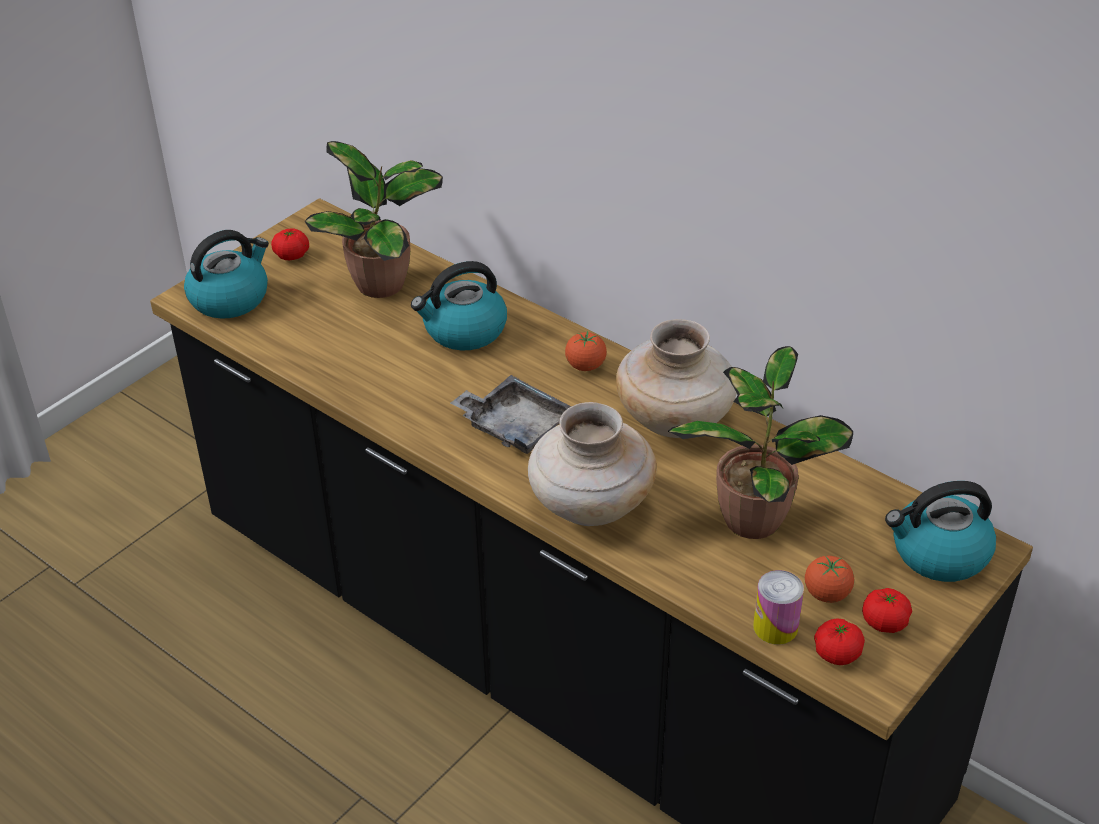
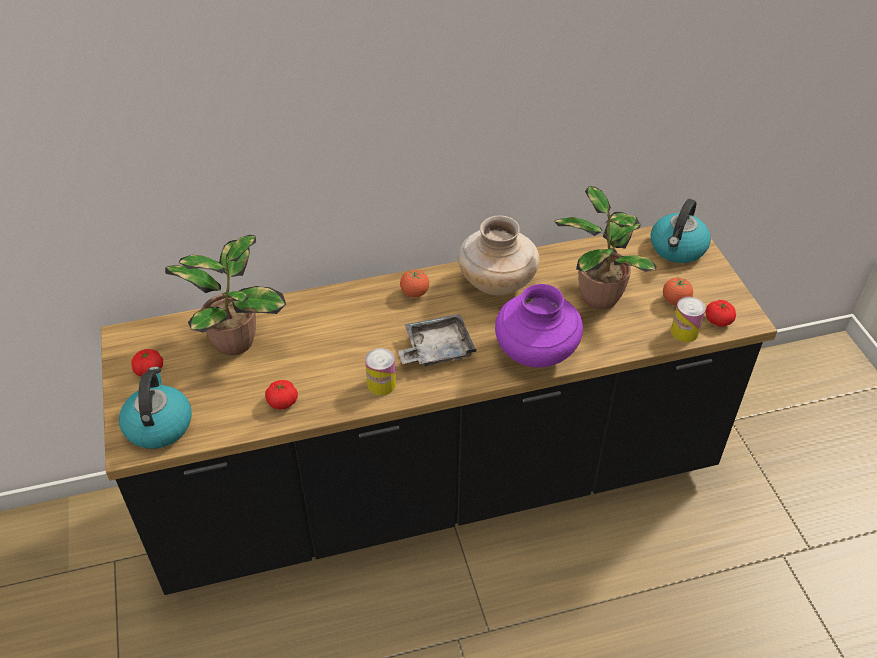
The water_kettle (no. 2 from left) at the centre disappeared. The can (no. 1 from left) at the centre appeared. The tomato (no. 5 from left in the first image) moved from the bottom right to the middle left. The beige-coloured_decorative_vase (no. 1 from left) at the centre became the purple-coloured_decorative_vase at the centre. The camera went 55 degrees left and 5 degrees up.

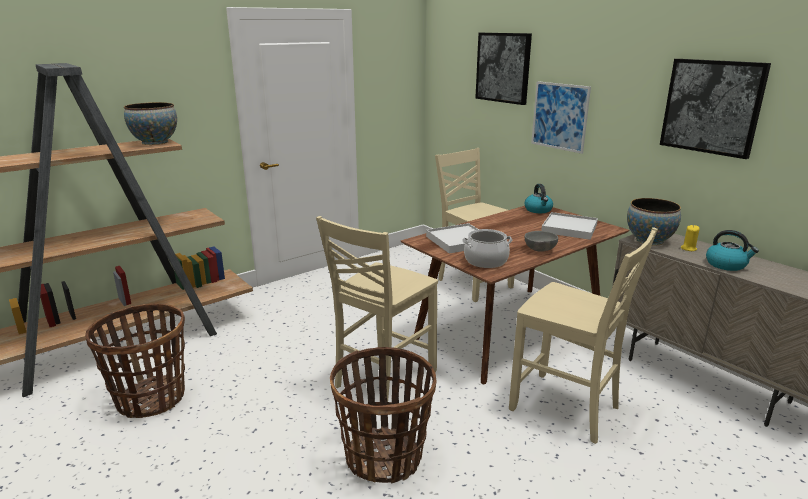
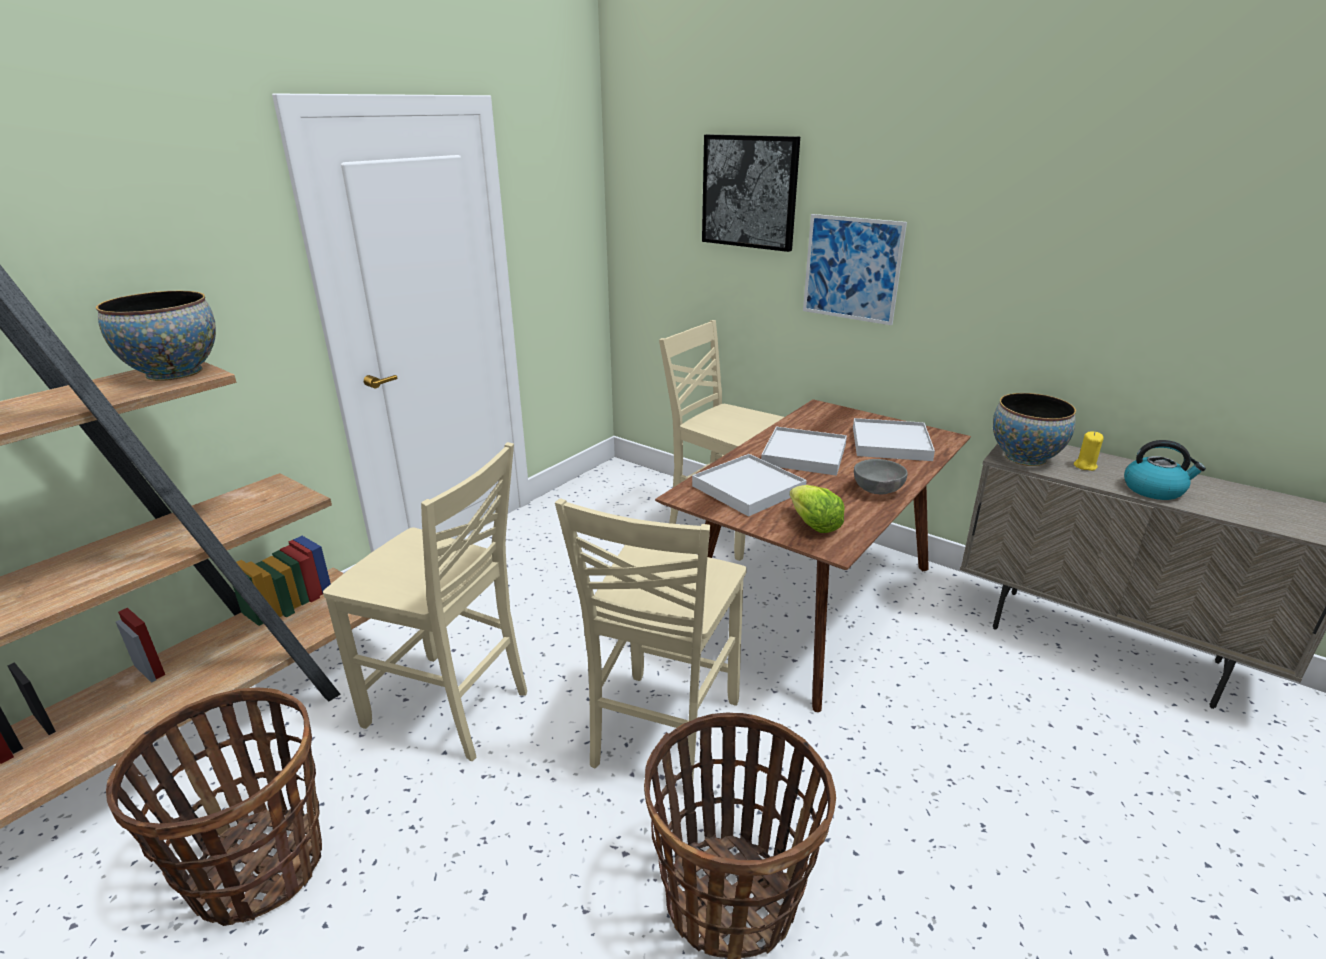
The water_kettle (no. 1 from left) at the centre disappeared. The picture (no. 3 from left) at the top right disappeared. The white-coloured_tray (no. 2 from left) at the centre appeared. The beige-coloured_plain_chair (no. 3 from left in the first image) moved from the bottom right to the middle left. The saucepot at the centre was replaced by the lettuce_head at the centre. The camera went 15 degrees left and 5 degrees up.

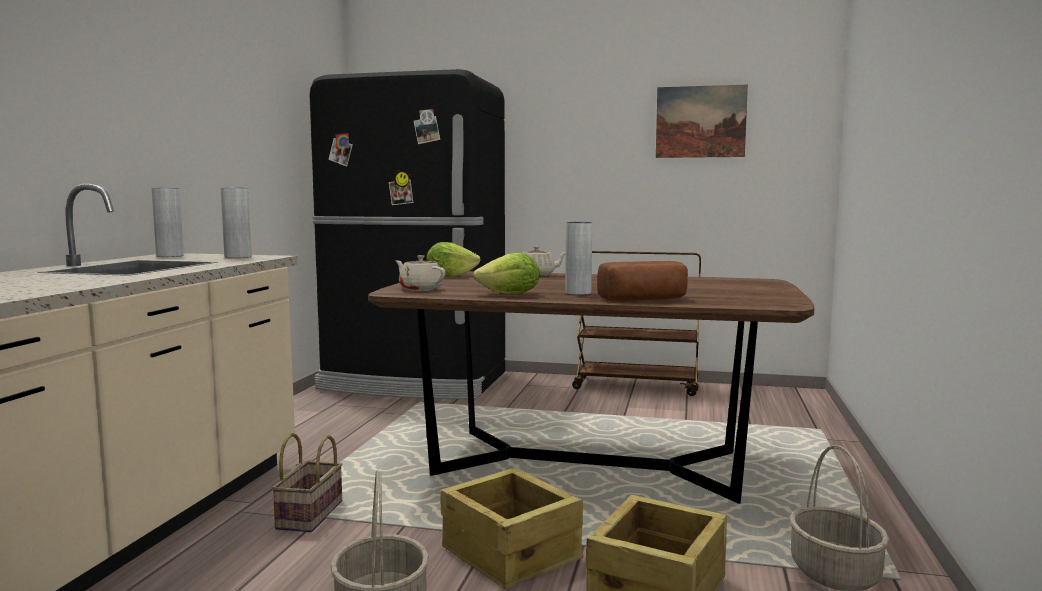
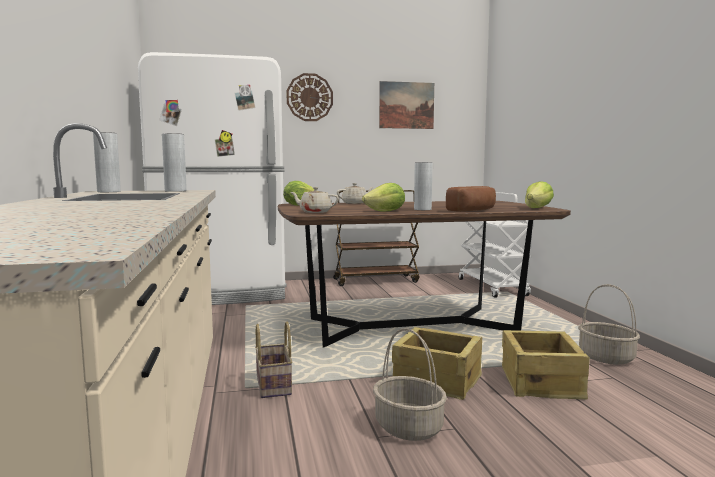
The clock_on_the_wall at the top centre appeared. The white-coloured_trolley at the middle right appeared. The lettuce_head (no. 3 from left) at the middle right appeared. The black-coloured_refrigerator at the centre became the white-coloured_refrigerator at the middle left. The camera went 25 degrees left and 0 degrees up.

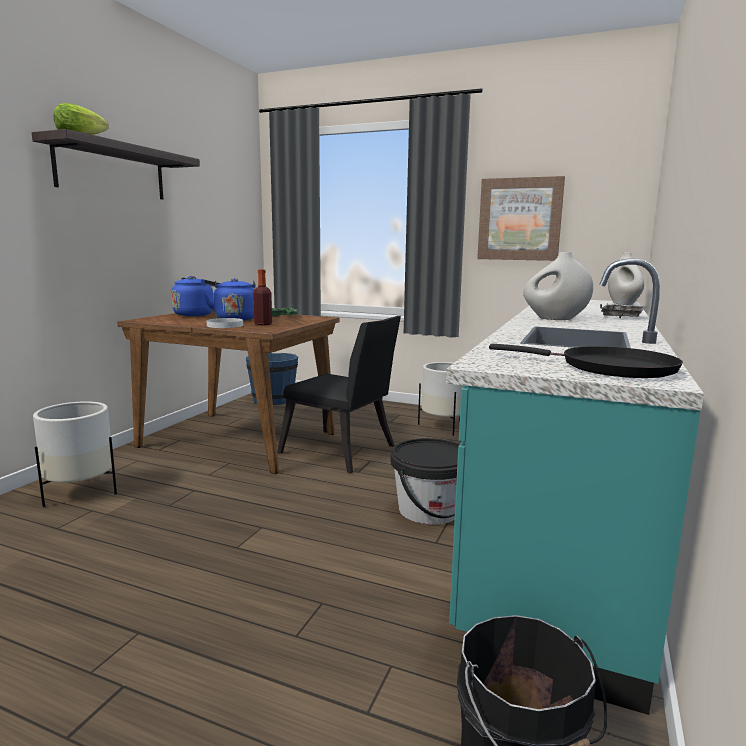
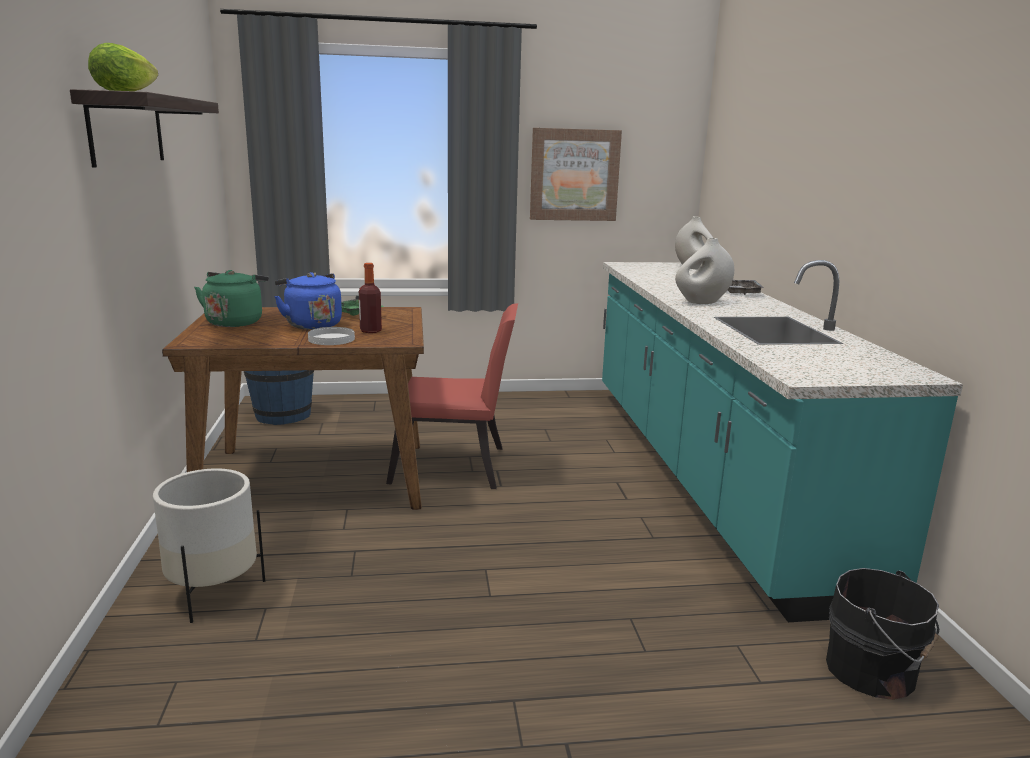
The black-coloured_water_bucket (no. 1 from left) at the centre disappeared. The white-coloured_flower_pot (no. 2 from left) at the centre disappeared. The black-coloured_skillet at the middle right disappeared. The bluish_water_kettle (no. 1 from left) at the middle left became the green-coloured_water_kettle at the middle left. The black-coloured_plain_chair at the centre became the reddish_plain_chair at the centre. The camera went 30 degrees left and 5 degrees up.

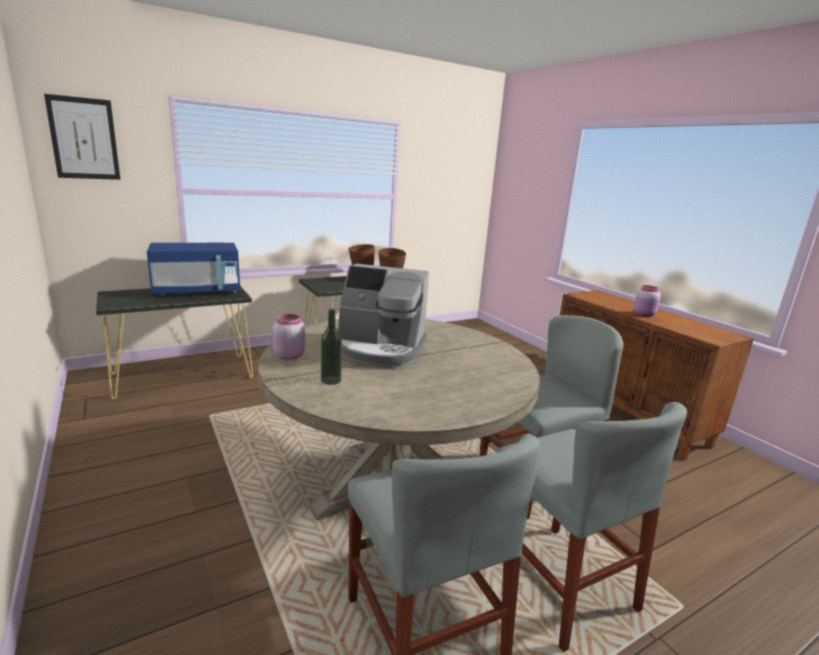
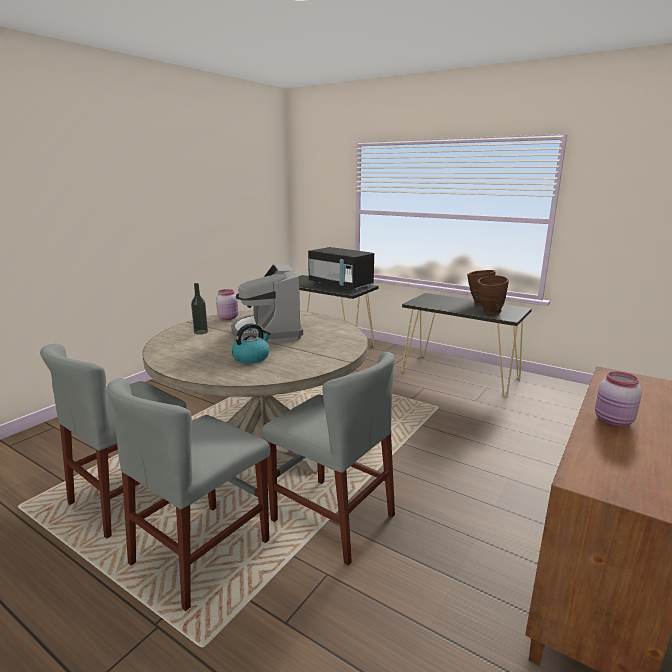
The picture at the top left disappeared. The water_kettle at the centre appeared. The bluish_kitchen_microwave at the middle left became the black-coloured_kitchen_microwave at the centre. The camera went 65 degrees right and 0 degrees up.

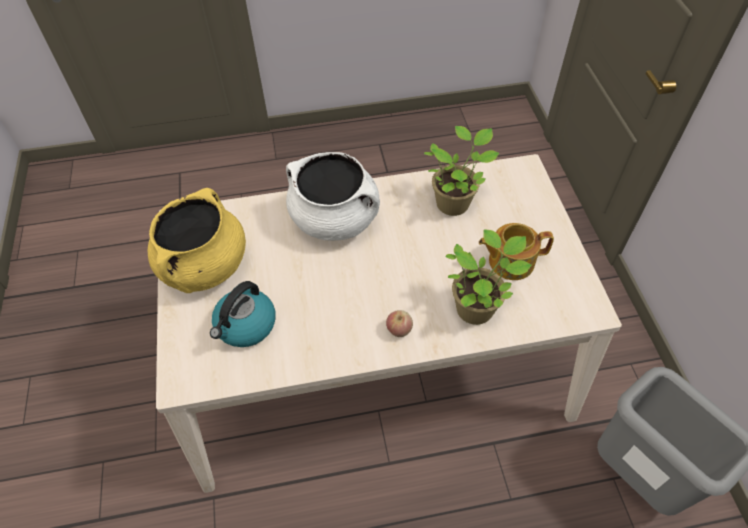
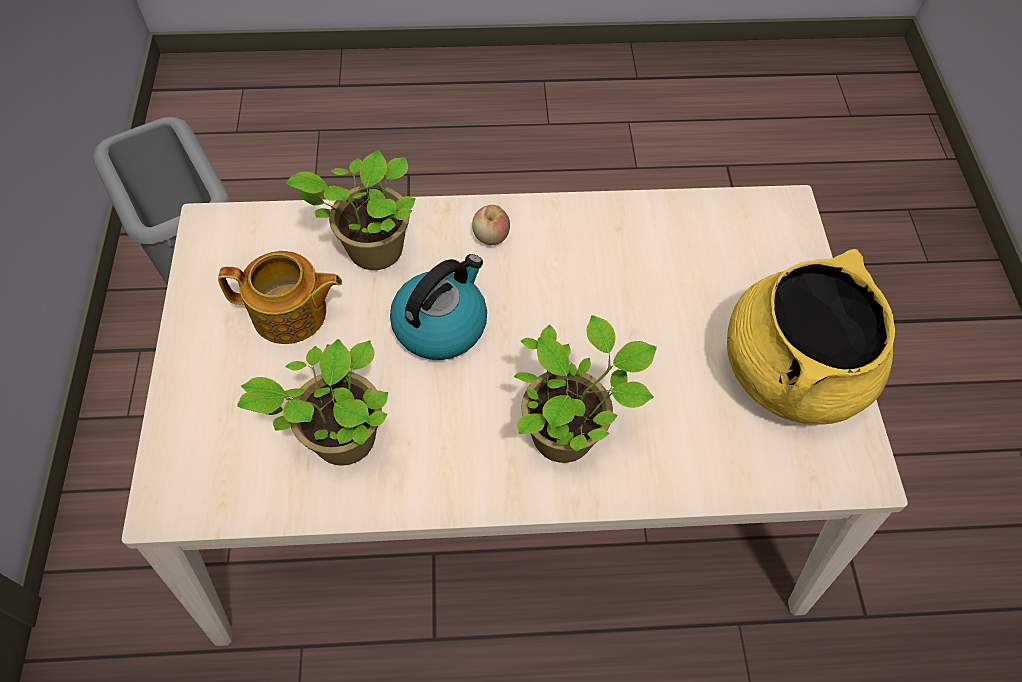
The water_kettle moved from the middle left to the centre. The white-coloured_saucepot at the centre was replaced by the houseplant (no. 3 from left) at the centre. The camera went 175 degrees left and 5 degrees up.

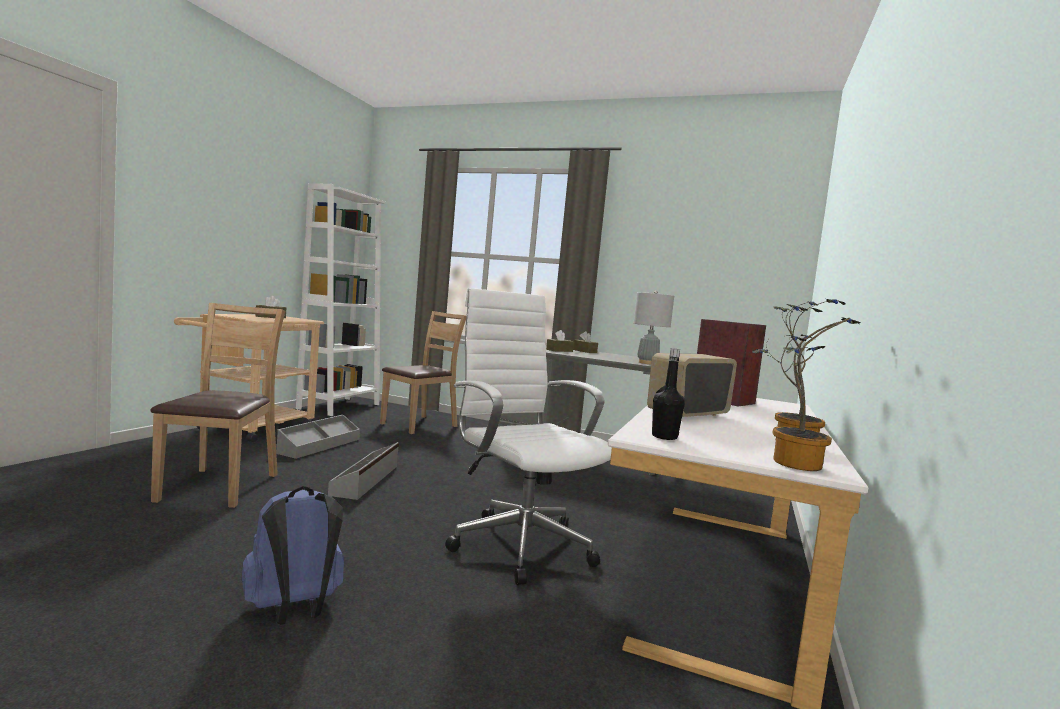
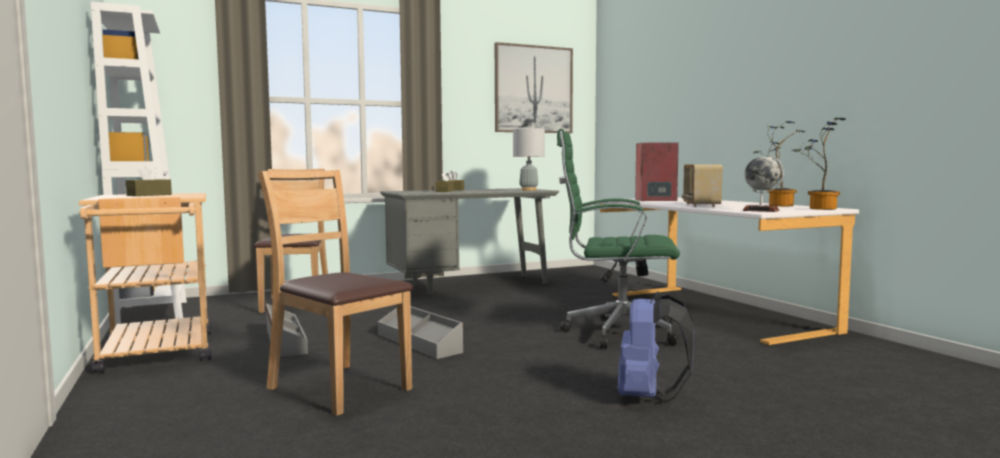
The picture at the top centre appeared. The black-coloured_beverage_bottle at the centre was replaced by the globe at the middle right. The white-coloured_desk_chair at the centre became the green-coloured_desk_chair at the centre. The camera went 45 degrees left and 0 degrees up.

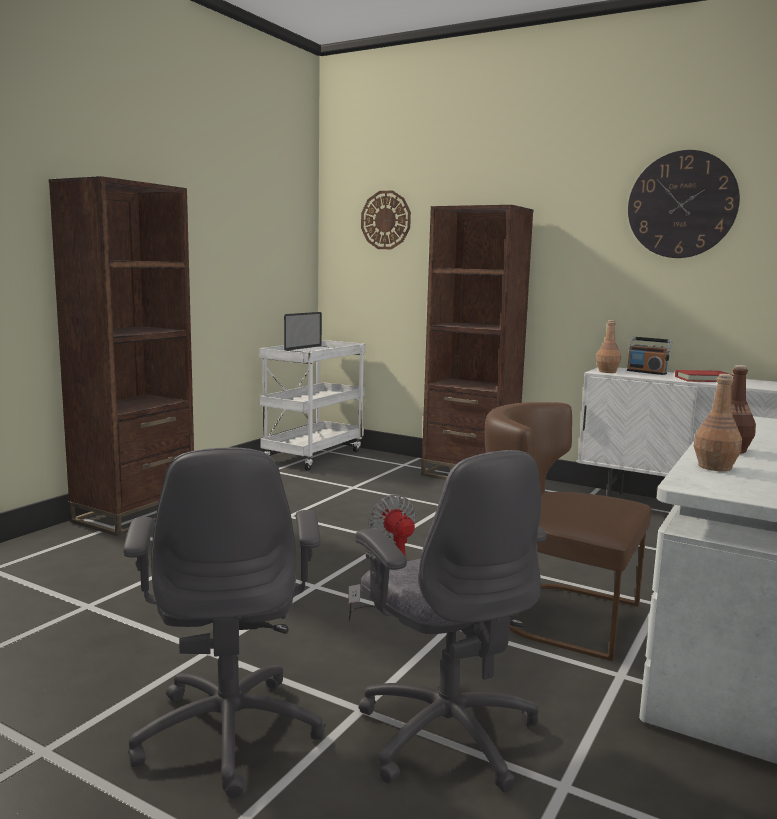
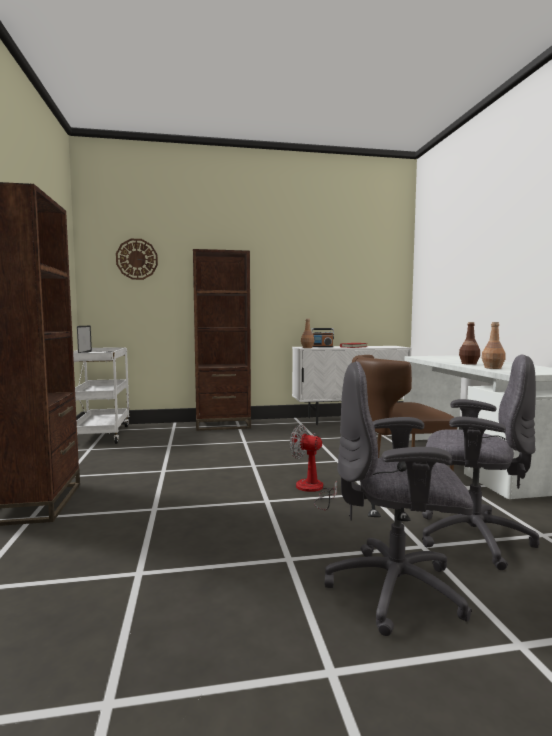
The clock_on_the_wall (no. 2 from left) at the top right disappeared. The greyish_desk_chair (no. 1 from left) at the bottom left turned 150 degrees clockwise. The camera went 40 degrees left and 5 degrees down.

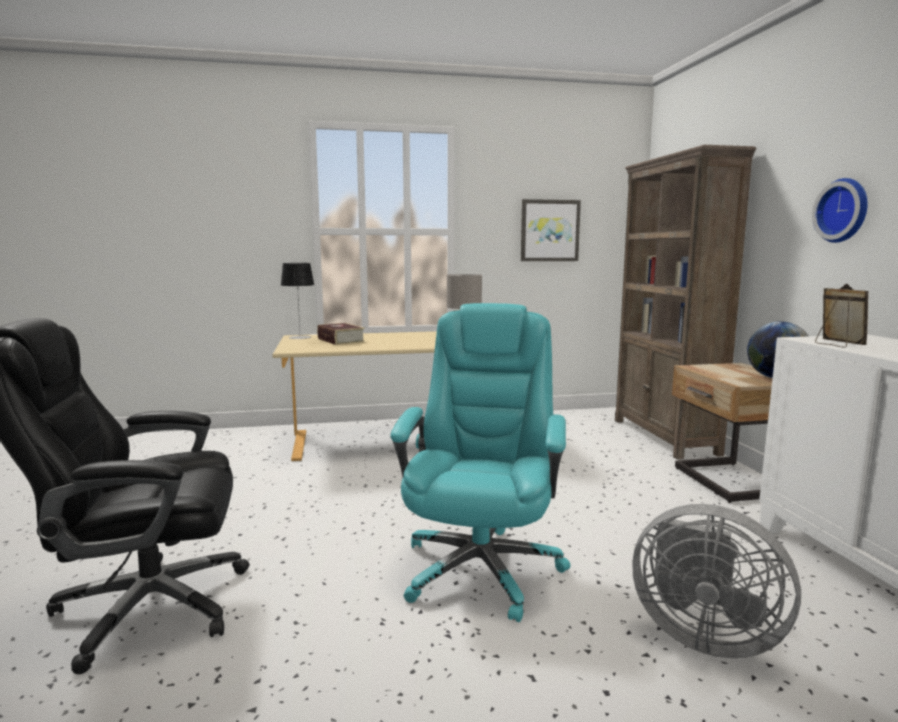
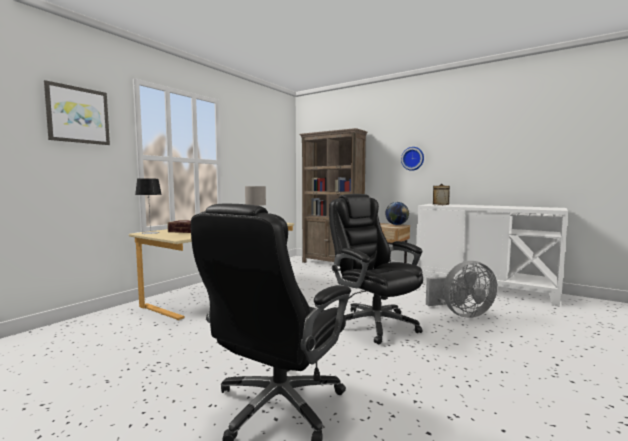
The picture moved from the top centre to the top left. The turquoise_desk_chair at the centre became the black-coloured_desk_chair (no. 2 from left) at the centre. The camera went 45 degrees left and 5 degrees down.

